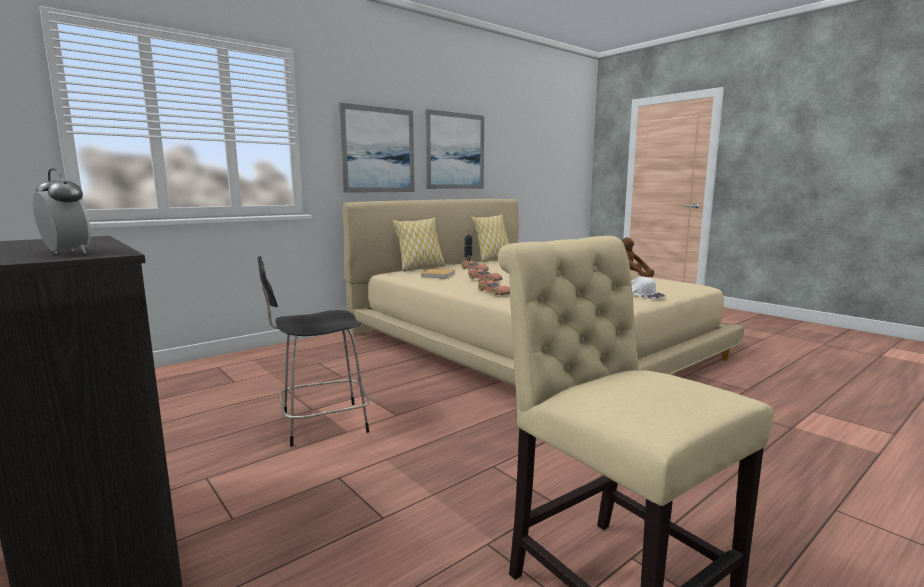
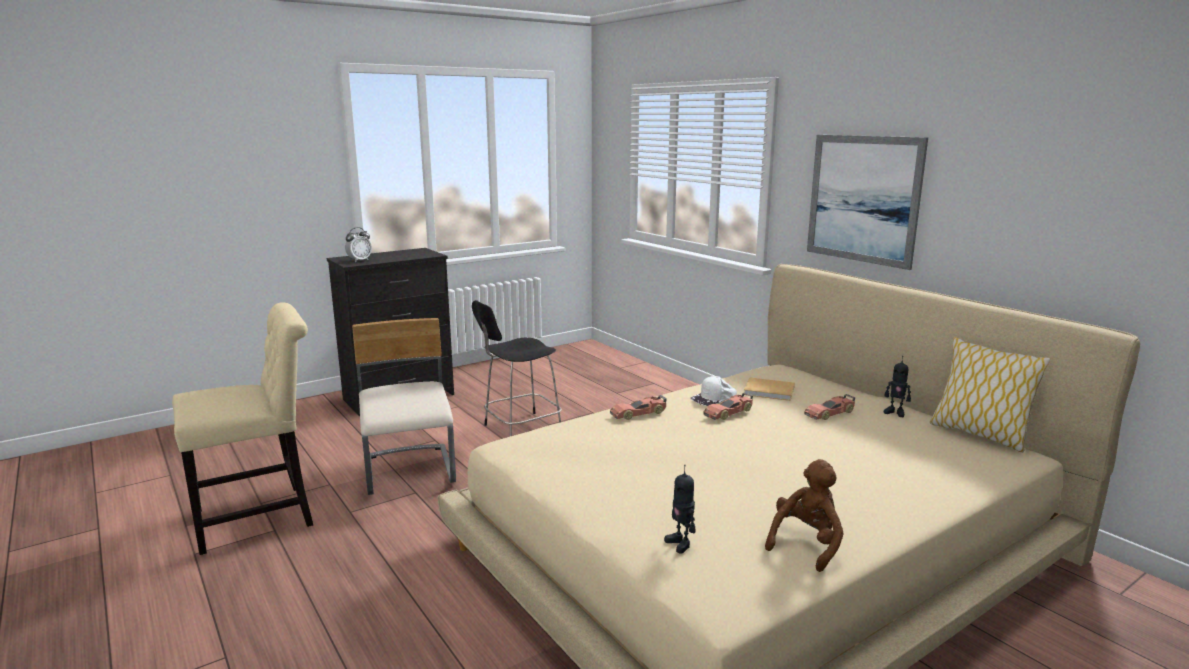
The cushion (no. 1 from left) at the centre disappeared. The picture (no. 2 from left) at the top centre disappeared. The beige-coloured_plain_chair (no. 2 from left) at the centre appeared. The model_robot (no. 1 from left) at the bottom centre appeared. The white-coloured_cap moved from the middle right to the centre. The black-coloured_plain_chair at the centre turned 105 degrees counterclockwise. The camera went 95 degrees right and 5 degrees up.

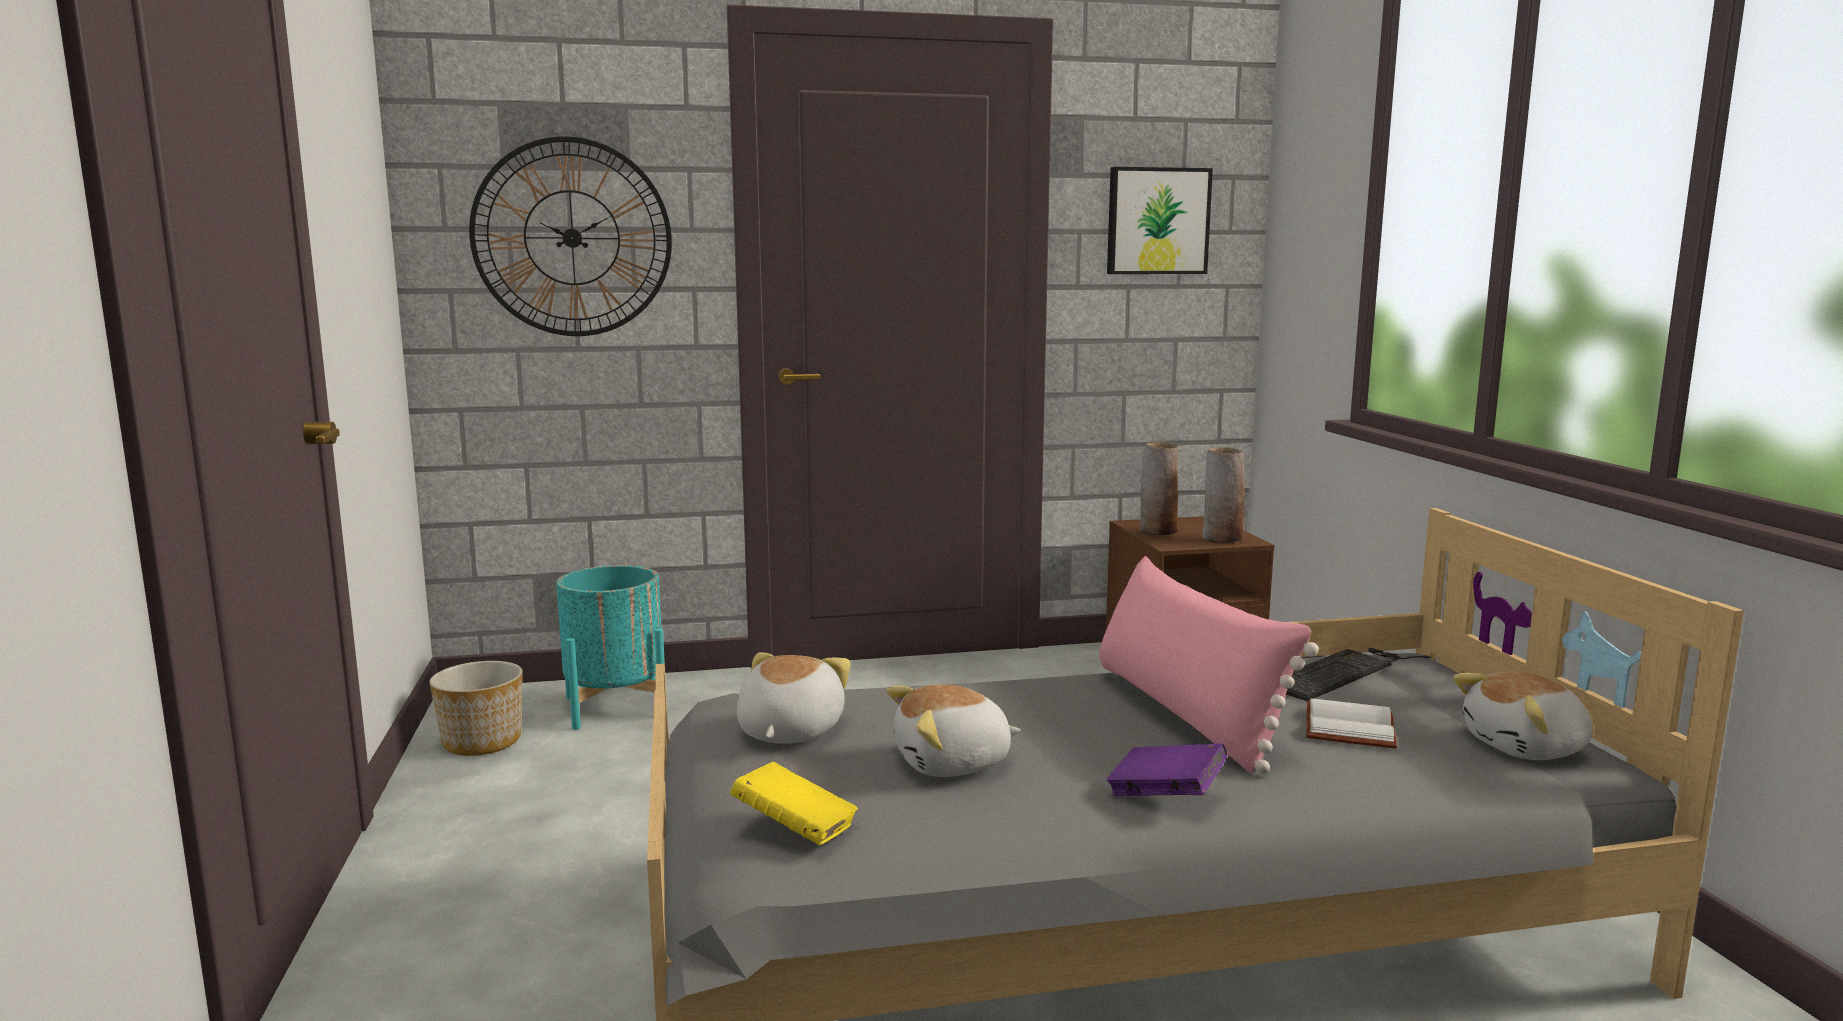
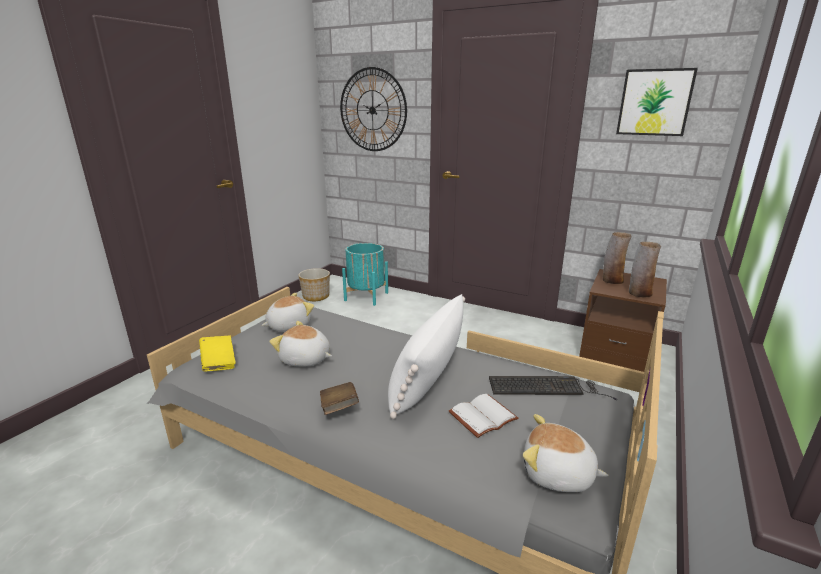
The pinkish_cushion at the centre became the white-coloured_cushion at the centre. The purple-coloured_volume at the bottom centre became the brownish_volume at the bottom centre. The camera went 40 degrees right and 10 degrees up.

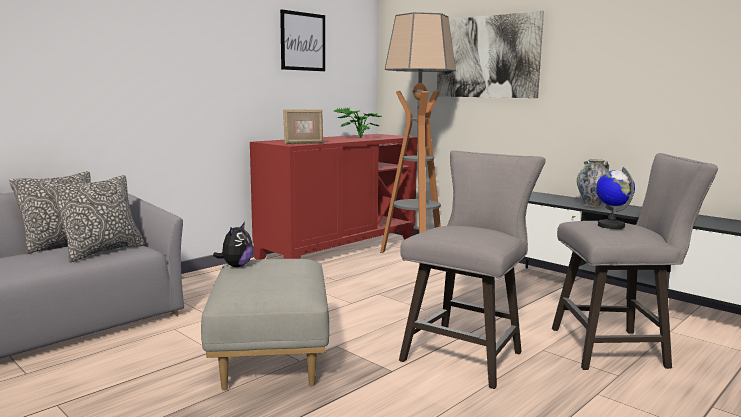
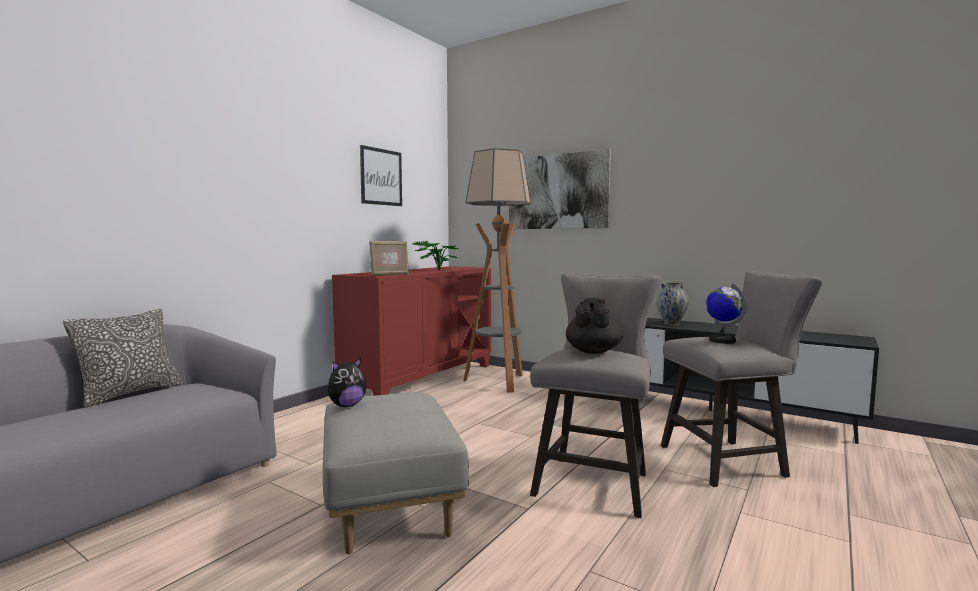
The cushion (no. 2 from left) at the middle left disappeared. The black-coloured_tea_pot at the centre appeared. The soft_toy at the middle left turned 45 degrees clockwise. The camera went 10 degrees left and 5 degrees down.

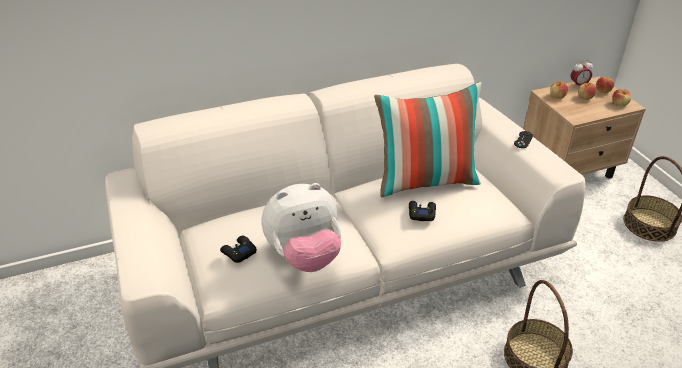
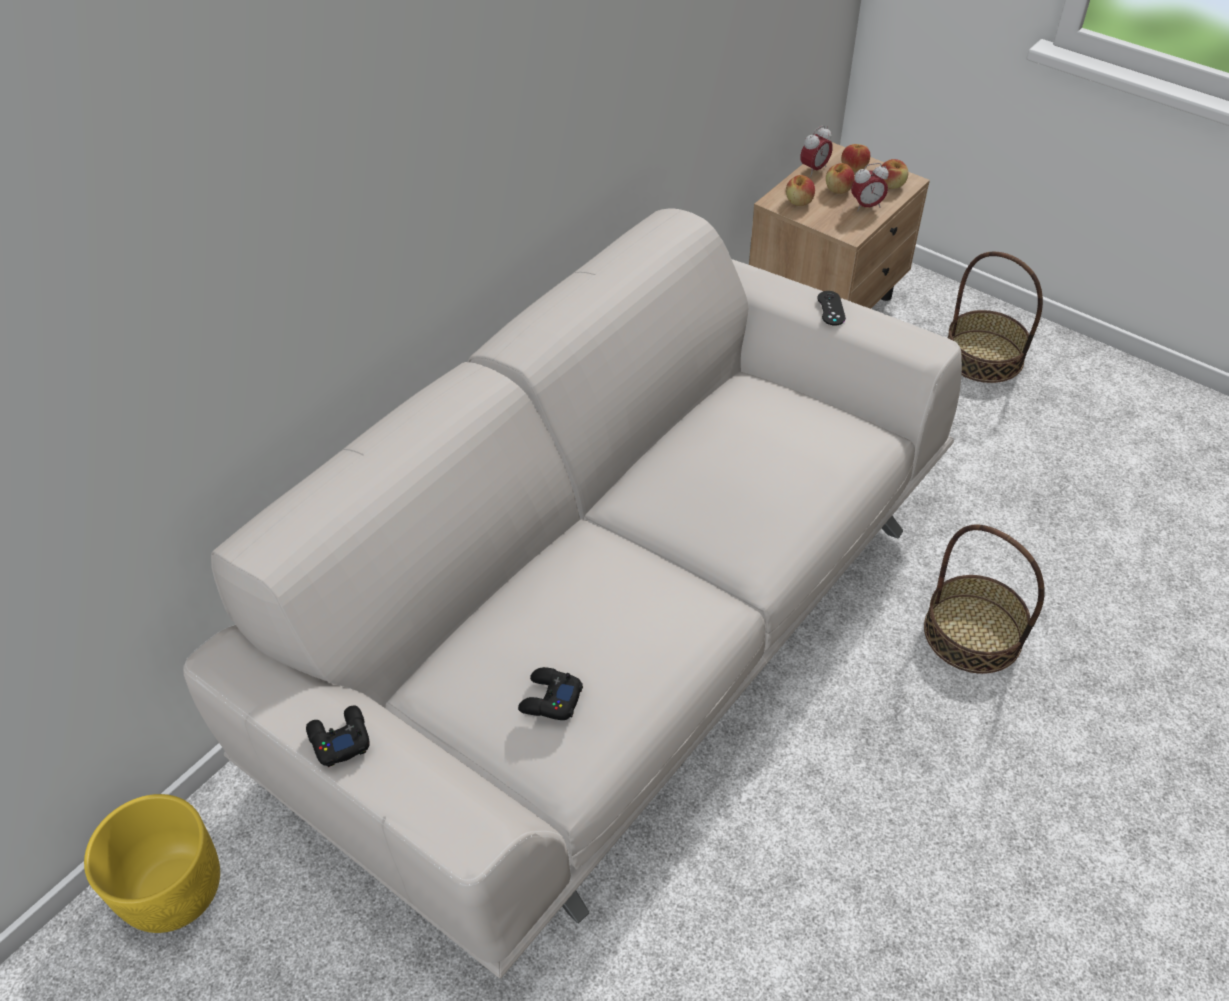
The soft_toy at the centre disappeared. The cushion at the centre disappeared. The yellow-coloured_flower_pot at the bottom left appeared. The table_clock (no. 2 from left) at the top right appeared. The black-coloured_gamepad (no. 2 from left in the first image) moved from the centre to the bottom left. The camera went 30 degrees left and 10 degrees up.

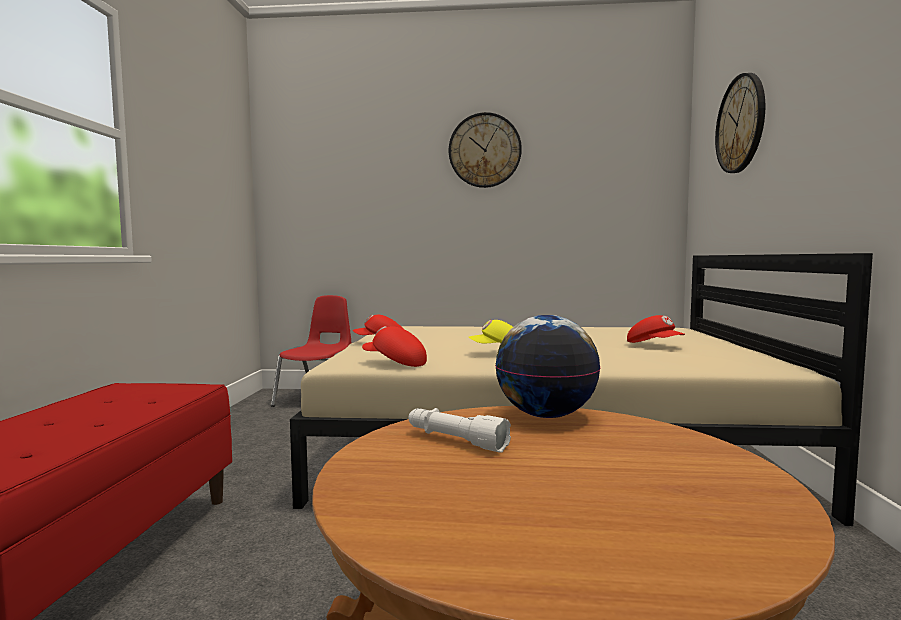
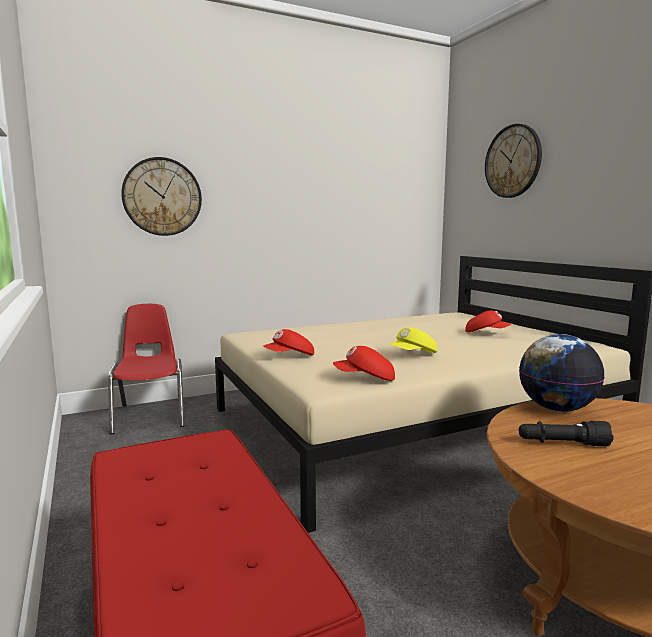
The clock_on_the_wall (no. 1 from left) moved from the top centre to the top left. The white-coloured_hand_torch at the bottom centre became the black-coloured_hand_torch at the bottom right. The camera went 30 degrees left and 5 degrees up.

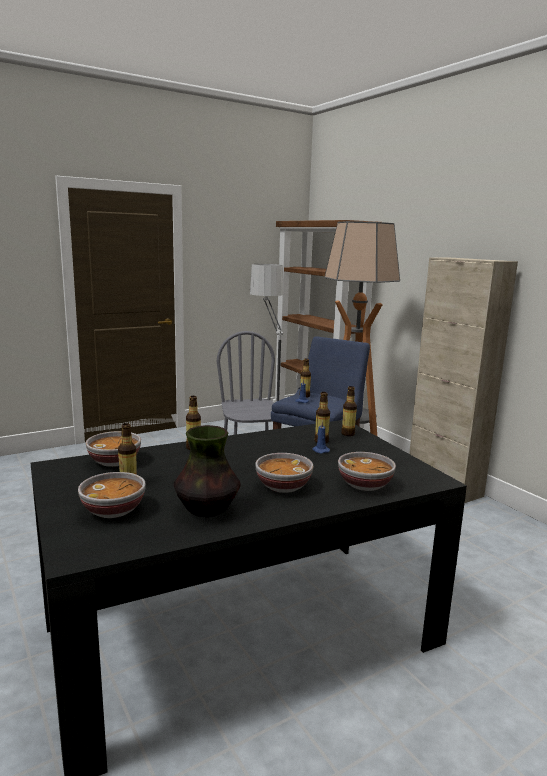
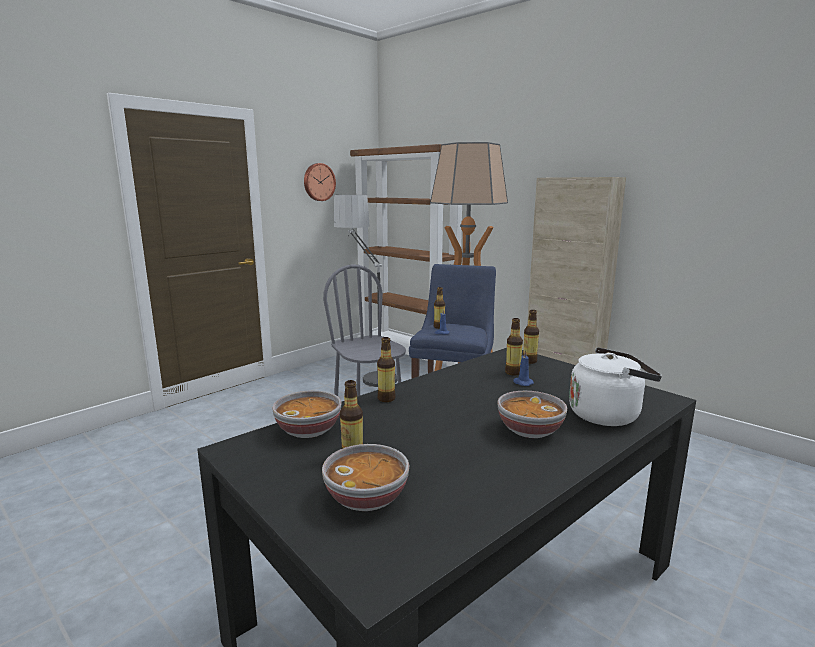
The decorative_vase at the centre disappeared. The clock_on_the_wall at the top centre appeared. The serving_bowl (no. 4 from left) at the middle right was replaced by the white-coloured_water_kettle at the middle right. The camera went 15 degrees left and 0 degrees up.

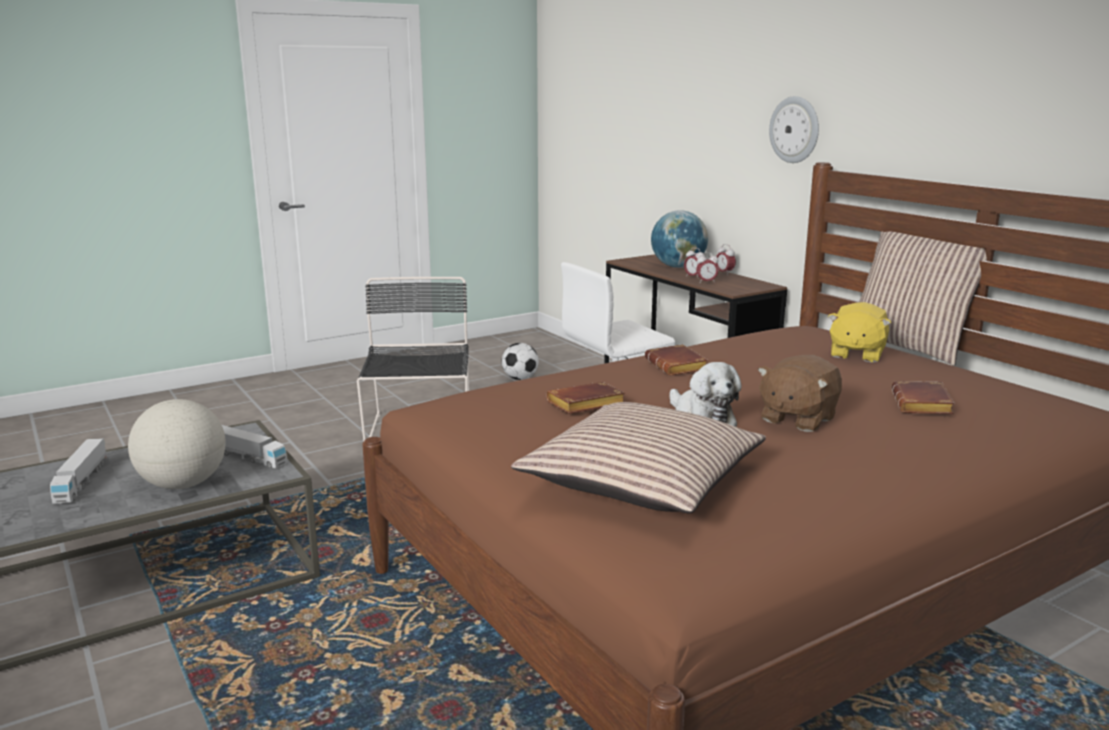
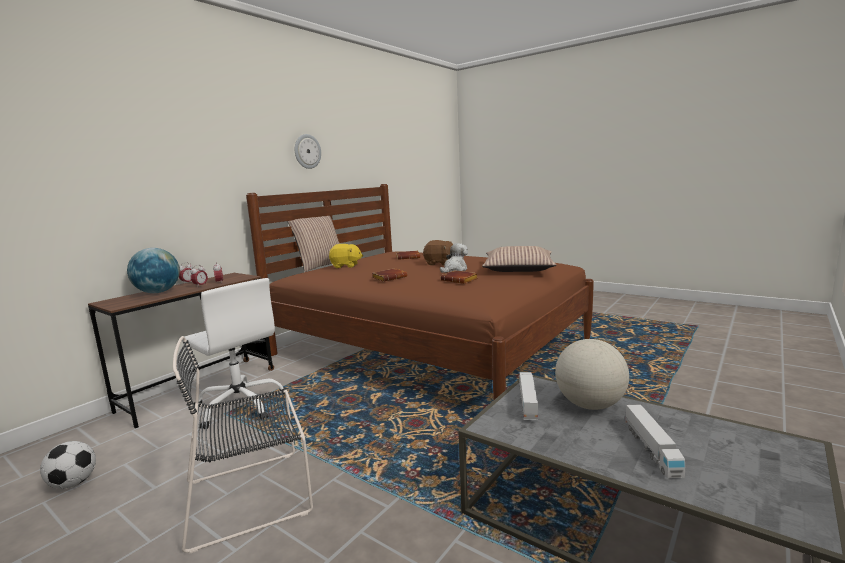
The clock_on_the_wall moved from the top right to the top centre. The toy_truck (no. 1 from left in the first image) at the middle left turned 120 degrees clockwise. The camera went 110 degrees left and 5 degrees down.

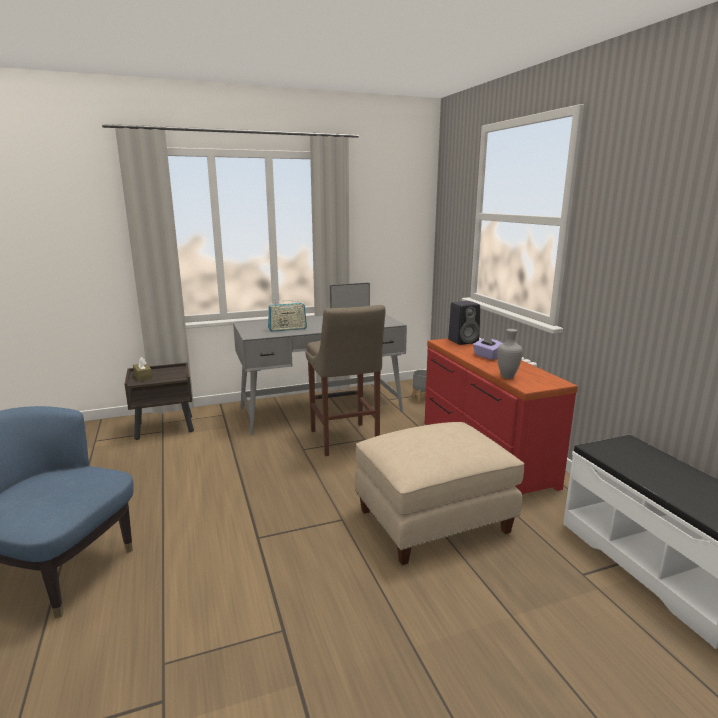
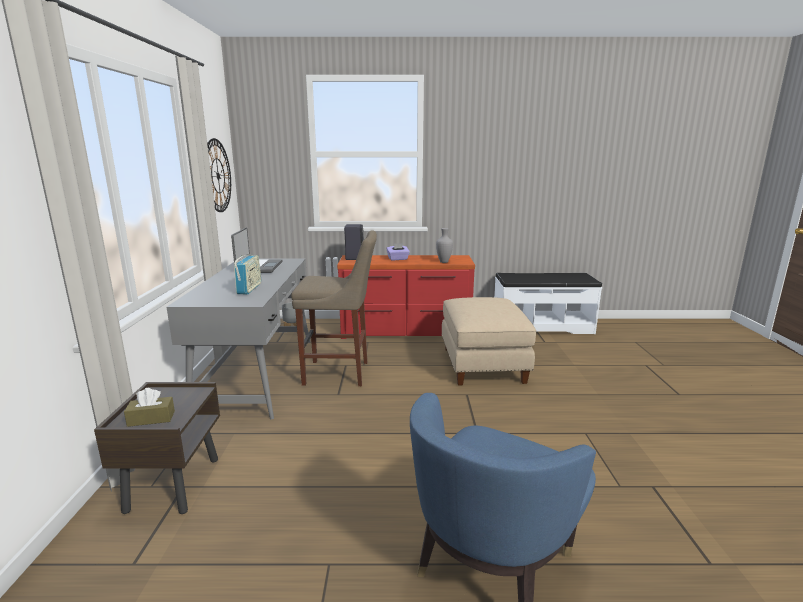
The clock_on_the_wall at the top left appeared. The camera went 70 degrees left and 0 degrees up.

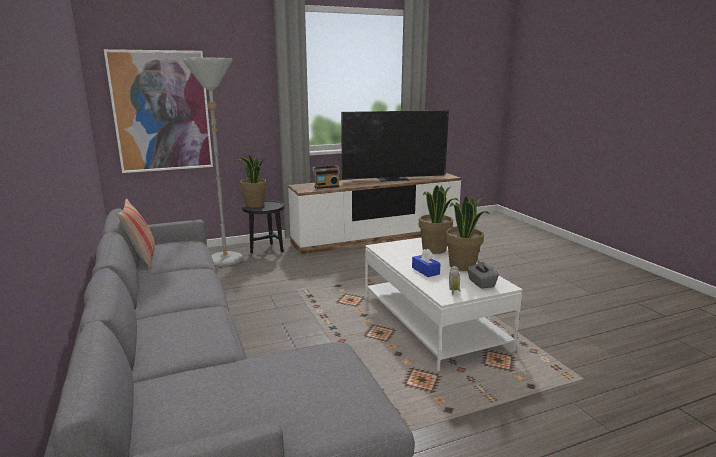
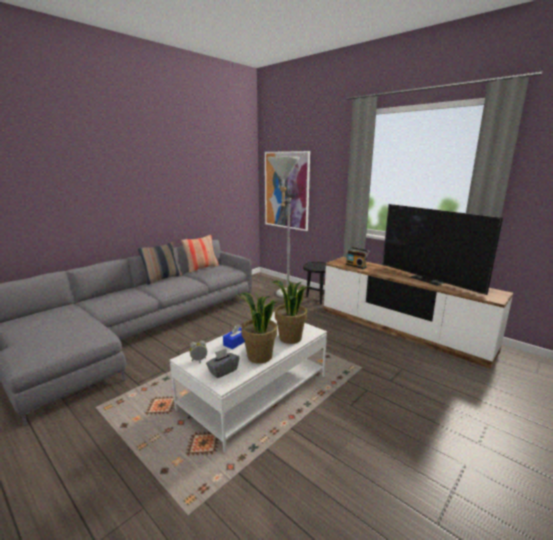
The houseplant (no. 1 from left) at the centre disappeared. The cushion (no. 1 from left) at the middle left appeared. The camera went 65 degrees right and 0 degrees up.

